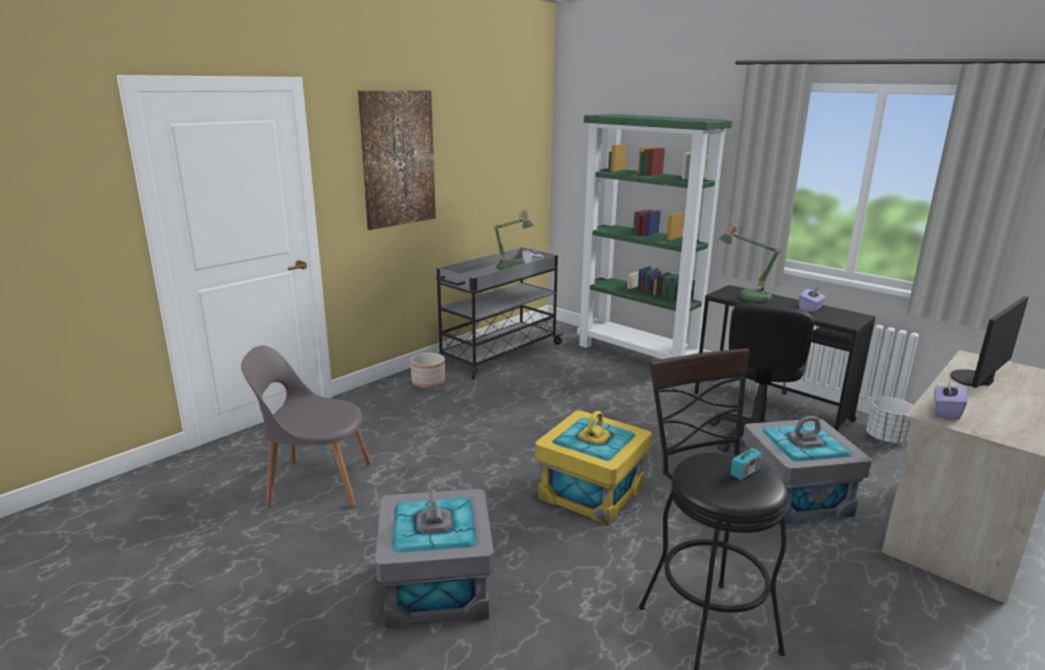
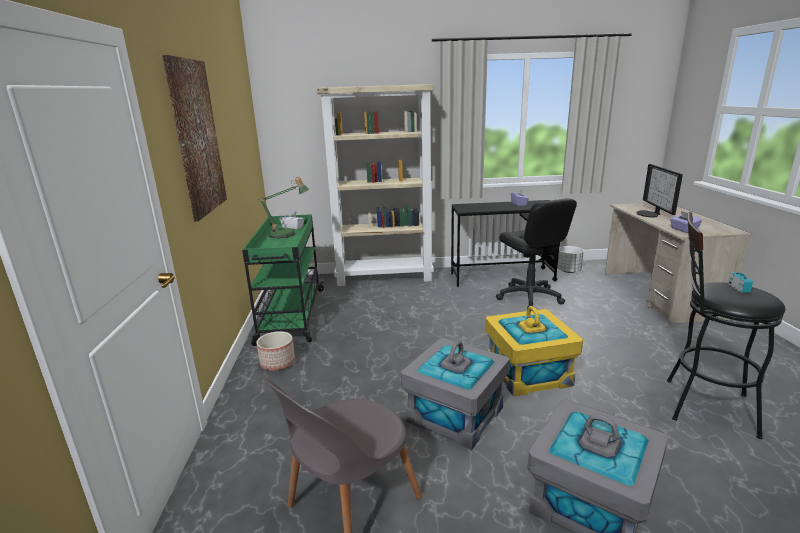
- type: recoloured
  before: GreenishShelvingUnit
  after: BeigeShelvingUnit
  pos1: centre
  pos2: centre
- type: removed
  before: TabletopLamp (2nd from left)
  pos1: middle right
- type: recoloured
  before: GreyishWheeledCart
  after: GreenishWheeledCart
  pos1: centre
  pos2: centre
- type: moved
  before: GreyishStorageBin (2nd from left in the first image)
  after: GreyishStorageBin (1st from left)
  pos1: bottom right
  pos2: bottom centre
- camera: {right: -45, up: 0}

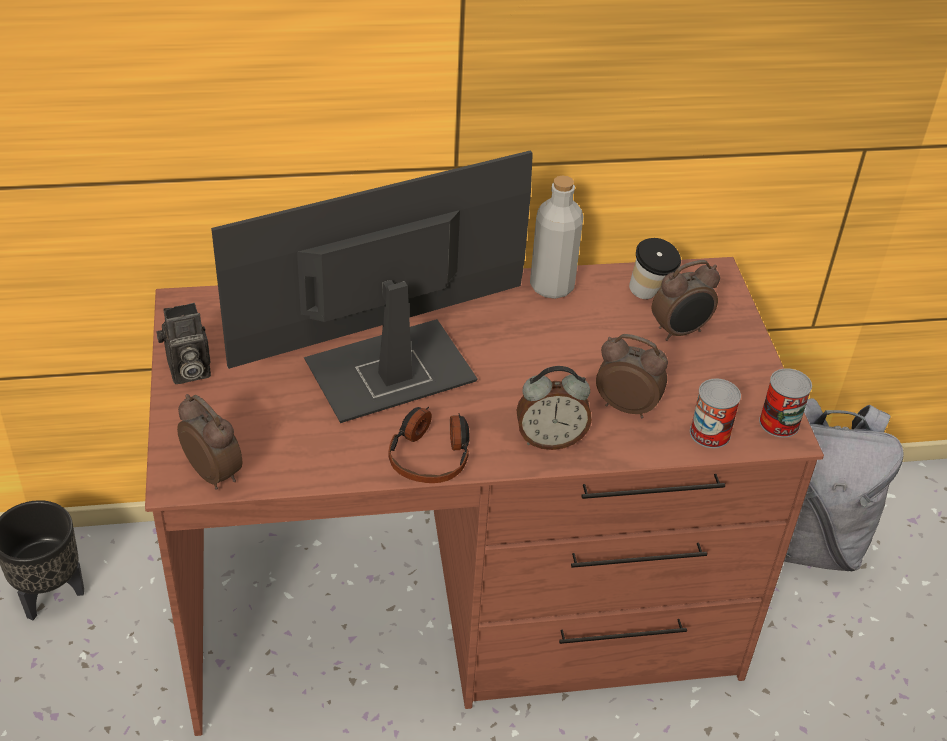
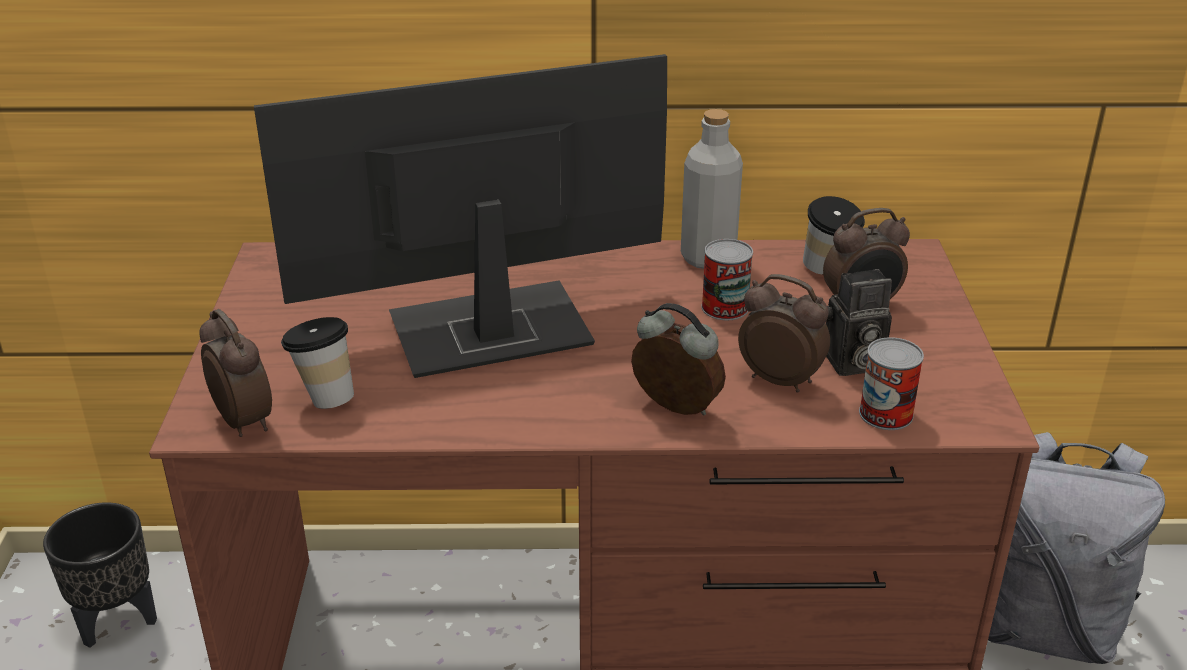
- type: moved
  before: PhotoCamera
  pos1: middle left
  pos2: middle right
- type: turned
  before: BedsideClock (2nd from left)
  pos1: centre
  pos2: centre
  turn: -150
- type: moved
  before: SealedCan (2nd from left in the first image)
  after: SealedCan (1st from left)
  pos1: middle right
  pos2: centre
- type: removed
  before: Headset
  pos1: centre
- type: added
  after: SmallCup (1st from left)
  pos2: middle left
- camera: {right: 10, up: -10}

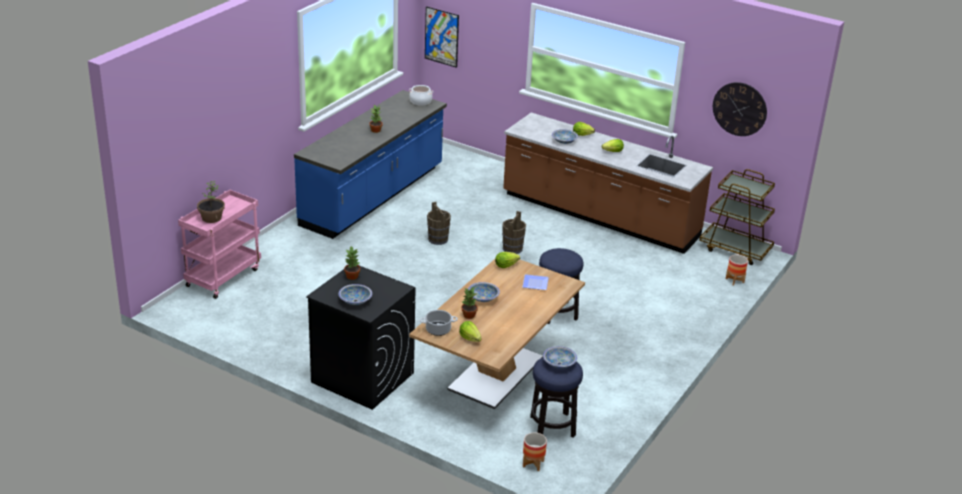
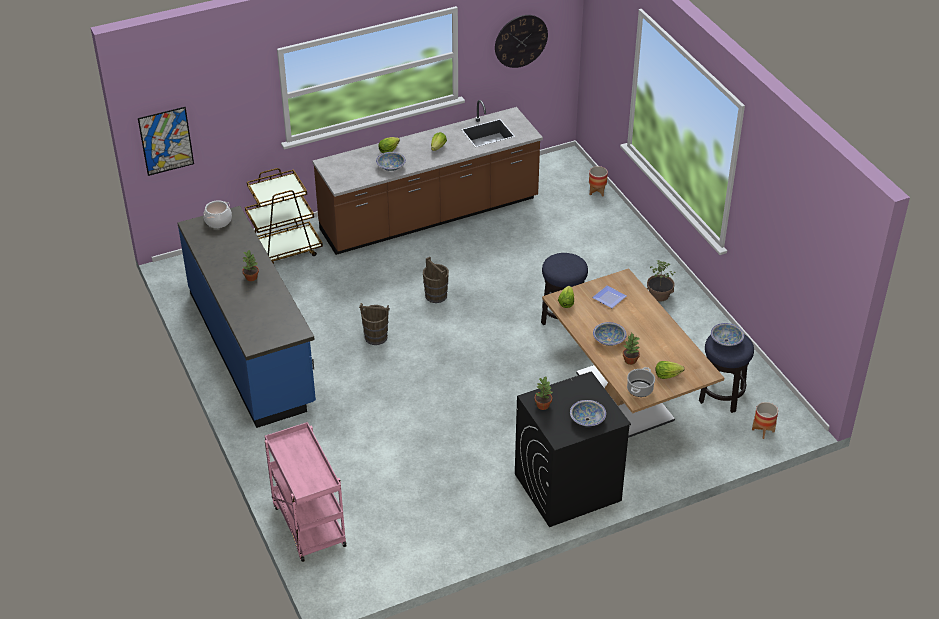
- type: moved
  before: BrownishWheeledCart
  pos1: middle right
  pos2: middle left
- type: moved
  before: Houseplant (1st from left in the first image)
  after: Houseplant (4th from left)
  pos1: middle left
  pos2: middle right
- camera: {right: -55, up: 10}

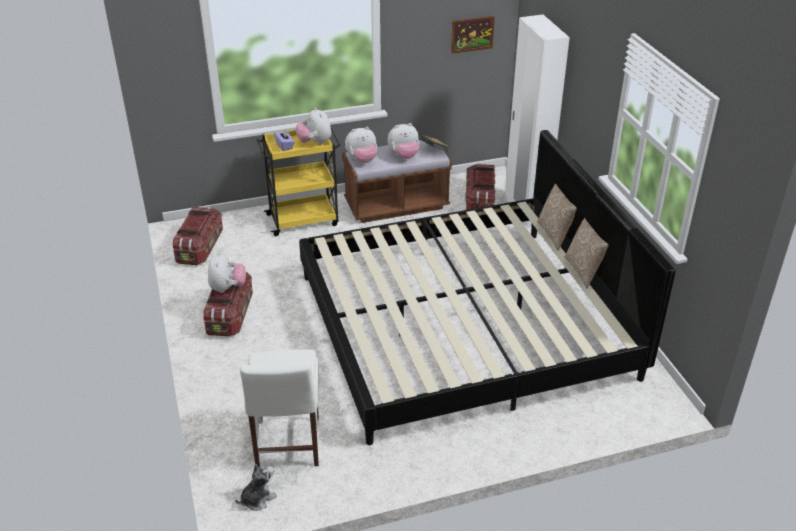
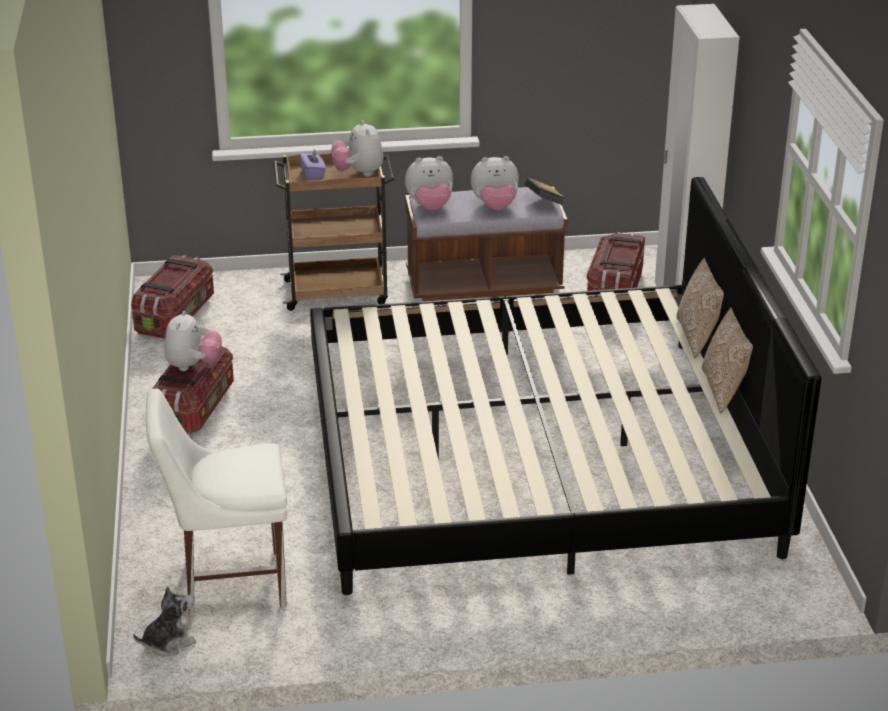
- type: removed
  before: WallPicture
  pos1: top centre
- type: recoloured
  before: YellowColouredWheeledCart
  after: BrownishWheeledCart
  pos1: centre
  pos2: top centre
- type: turned
  before: WhiteChair
  pos1: bottom centre
  pos2: bottom left
  turn: 75
- camera: {right: 10, up: -5}

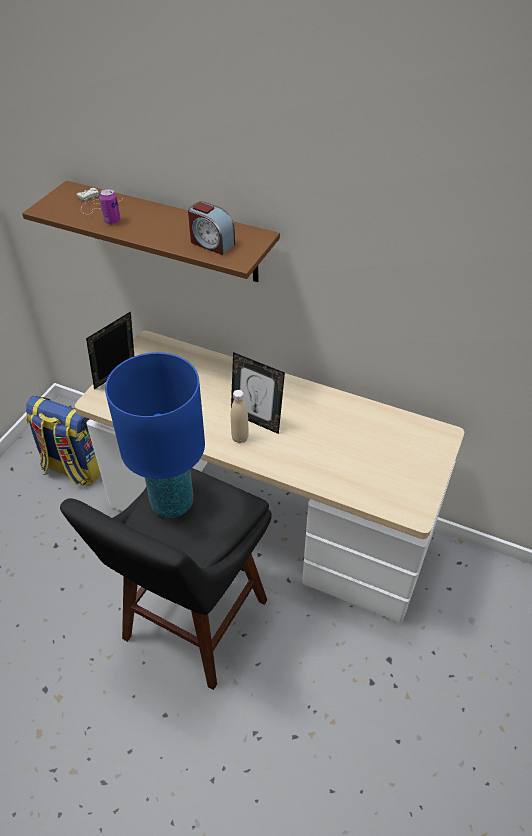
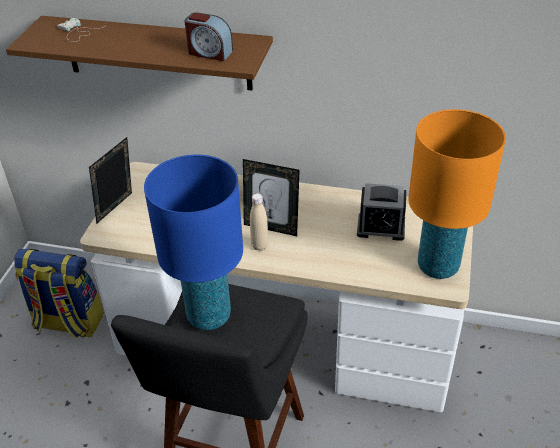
- type: removed
  before: SealedCan
  pos1: top left
- type: added
  after: OrangeyTabletopLamp
  pos2: middle right
- type: added
  after: BedsideClock (2nd from left)
  pos2: middle right
- camera: {right: -10, up: -5}

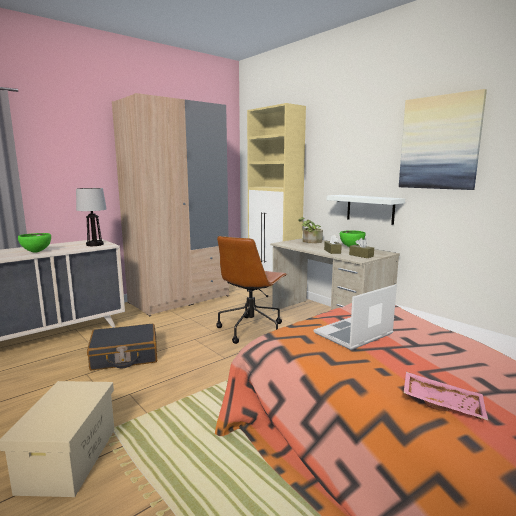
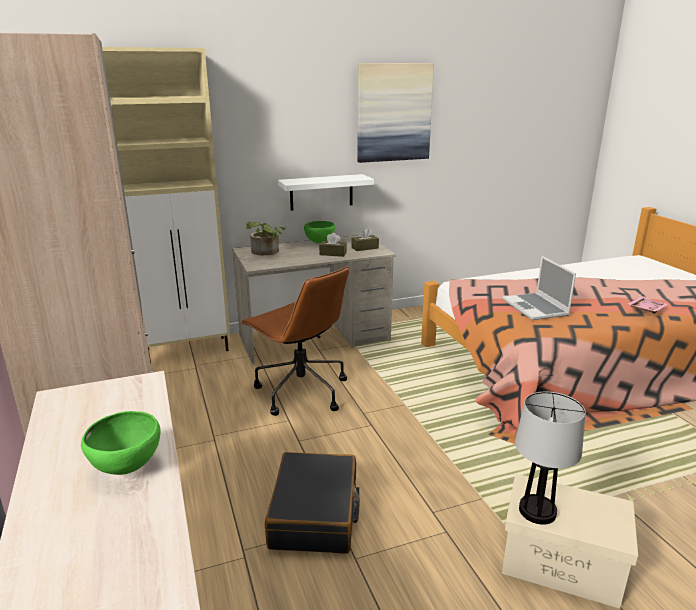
- type: moved
  before: TabletopLamp
  pos1: middle left
  pos2: bottom right
- camera: {right: -70, up: 10}

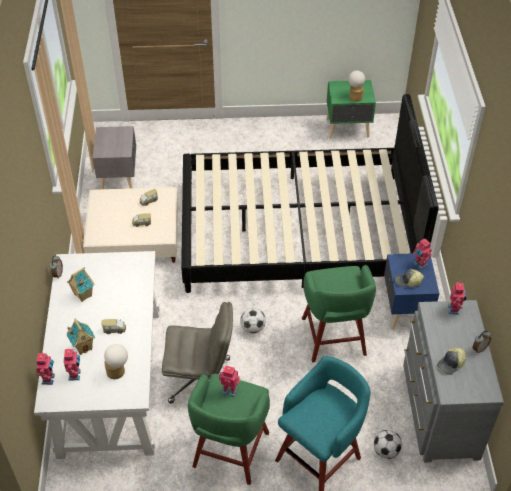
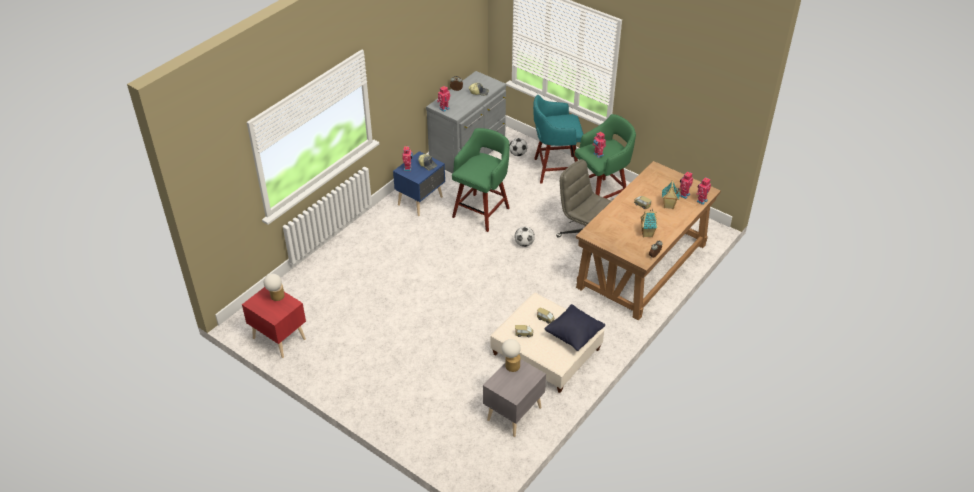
- type: recoloured
  before: GreenishBedsideTable
  after: RedBedsideTable
  pos1: top right
  pos2: middle left
- type: removed
  before: BlackishSleepingBed
  pos1: centre
- type: recoloured
  before: WhiteDeskTable
  after: BrownishDeskTable
  pos1: bottom left
  pos2: centre
- type: moved
  before: TabletopLamp (1st from left in the first image)
  after: TabletopLamp (2nd from left)
  pos1: bottom left
  pos2: bottom centre
- type: added
  after: BlackishThrowPillow
  pos2: centre
- camera: {right: -140, up: -5}

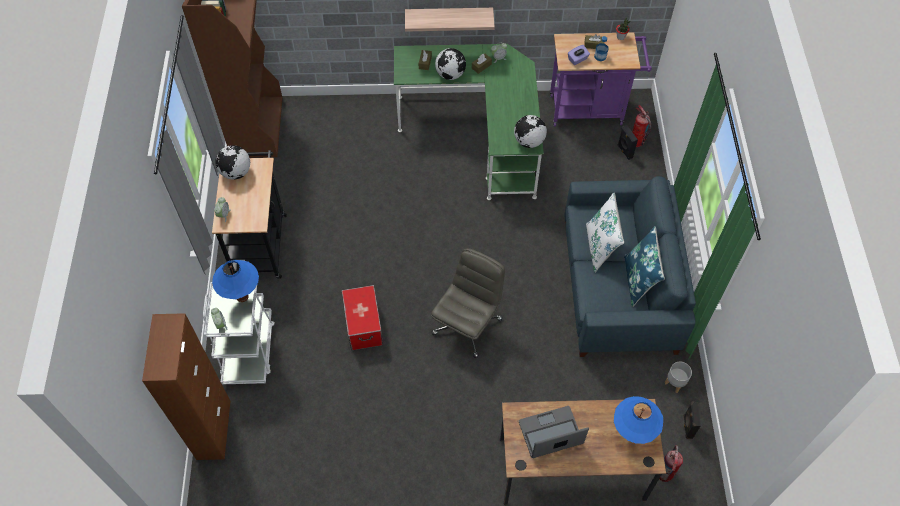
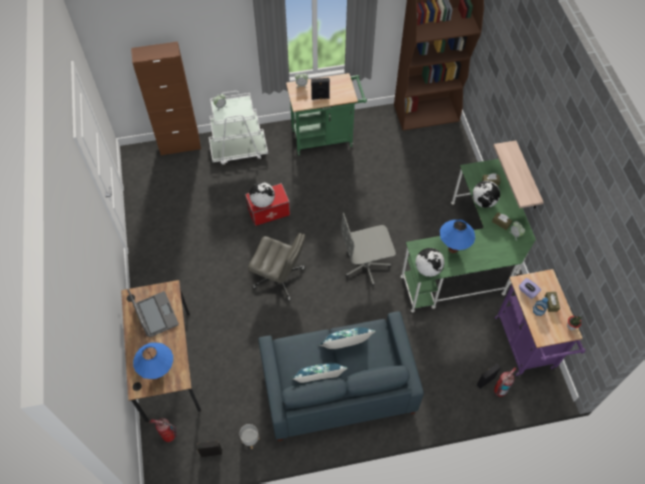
- type: moved
  before: DeskGlobe (1st from left)
  pos1: top left
  pos2: centre
- type: recoloured
  before: BlackishWheeledCart
  after: GreenishWheeledCart
  pos1: middle left
  pos2: top centre
- type: recoloured
  before: WhiteThrowPillow
  after: BluishThrowPillow (2nd from left)
  pos1: middle right
  pos2: bottom centre
- type: moved
  before: BluishTabletopLamp (1st from left in the first image)
  after: BluishTabletopLamp (2nd from left)
  pos1: middle left
  pos2: middle right
- type: added
  after: BlackishAudioSpeaker (2nd from left)
  pos2: top centre
- type: added
  after: GreyishDeskChair (2nd from left)
  pos2: centre
- camera: {right: 80, up: 0}

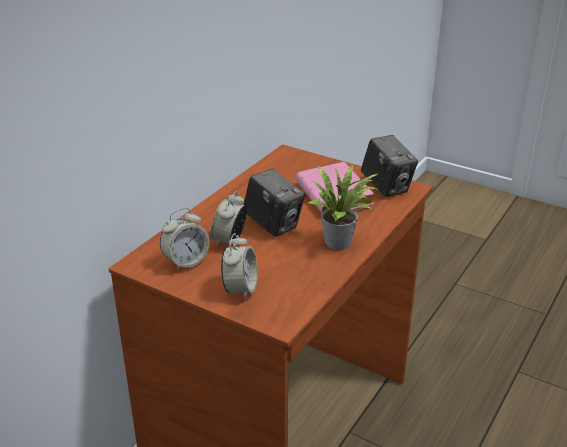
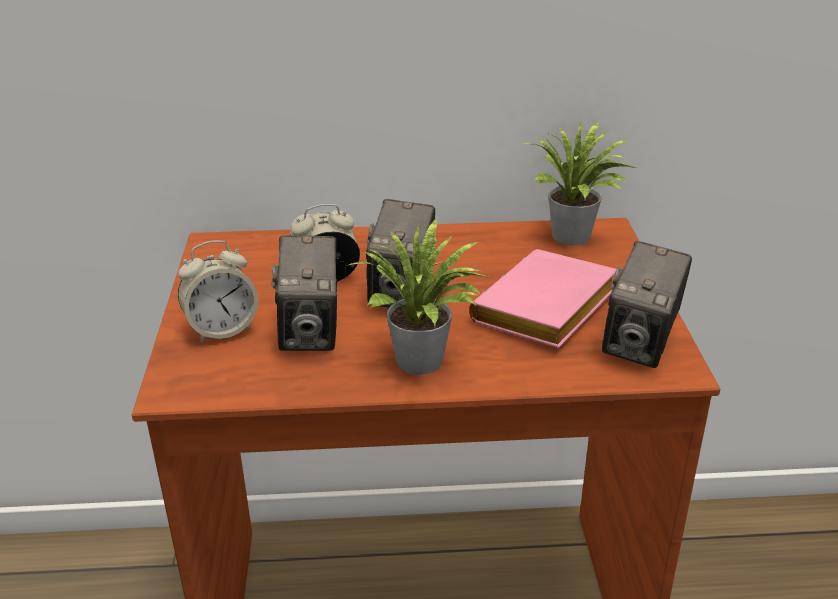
- type: removed
  before: BedsideClock (1st from left)
  pos1: middle left
- type: added
  after: Houseplant (2nd from left)
  pos2: top right
- type: added
  after: PhotoCamera (1st from left)
  pos2: centre
- camera: {right: 55, up: 0}

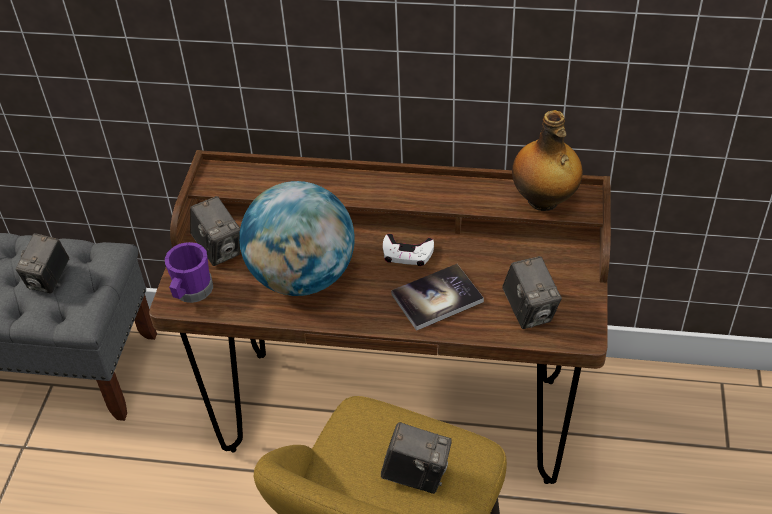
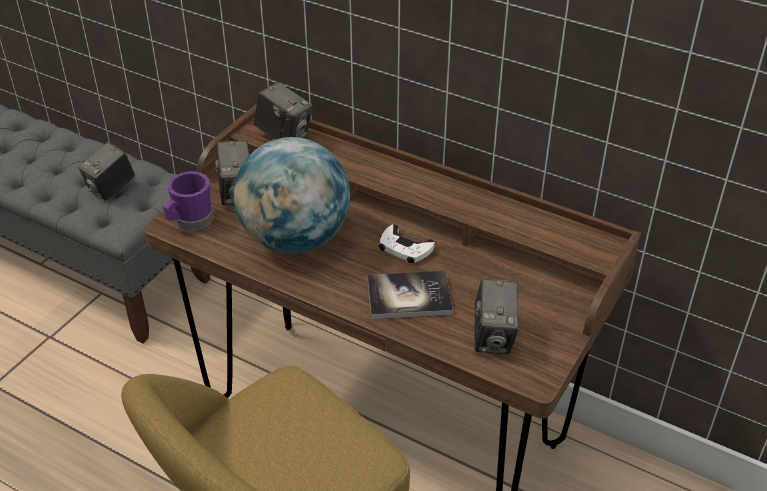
- type: removed
  before: Bottle
  pos1: top right
- type: moved
  before: PhotoCamera (3rd from left)
  pos1: bottom centre
  pos2: top centre
- camera: {right: 20, up: -5}

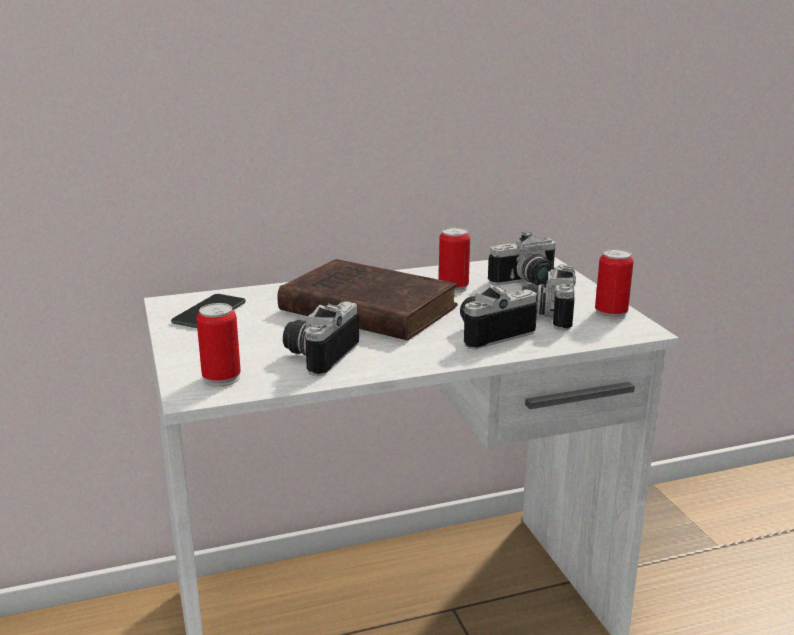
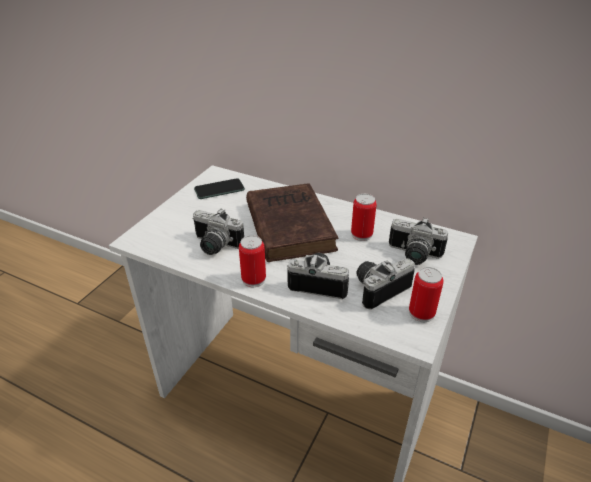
- type: turned
  before: PhotoCamera (1st from left)
  pos1: centre
  pos2: centre
  turn: -135
- type: moved
  before: SealedCan (1st from left)
  pos1: middle left
  pos2: centre
- camera: {right: 45, up: 15}

